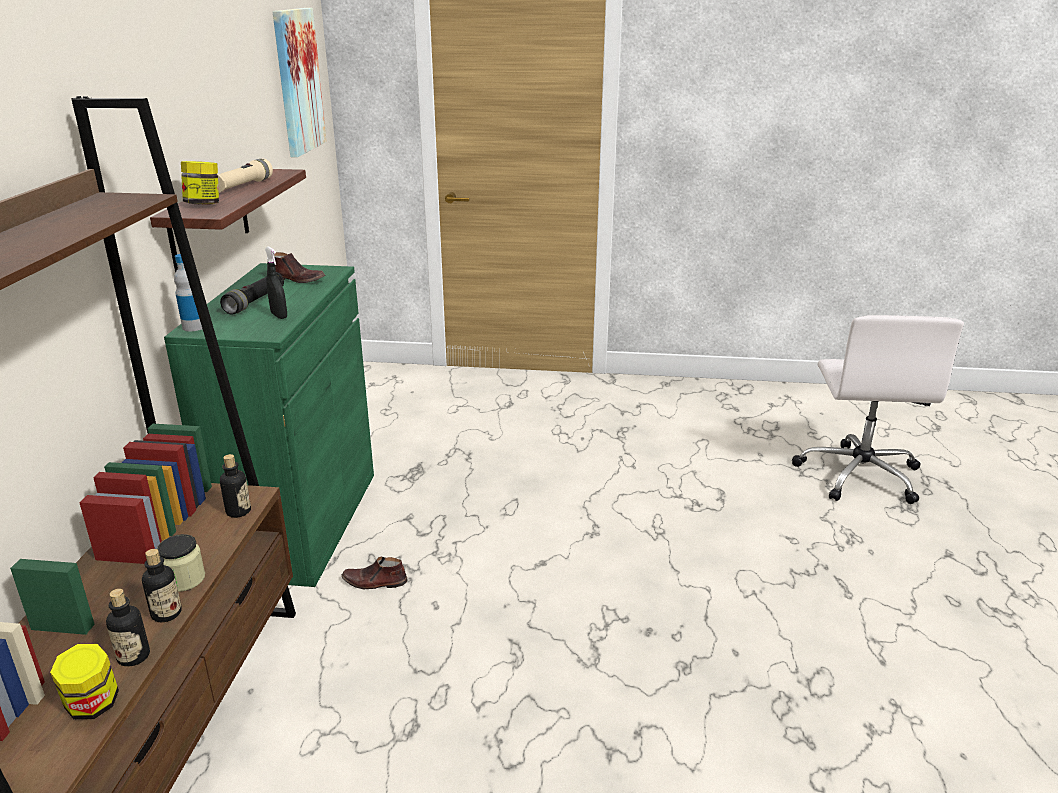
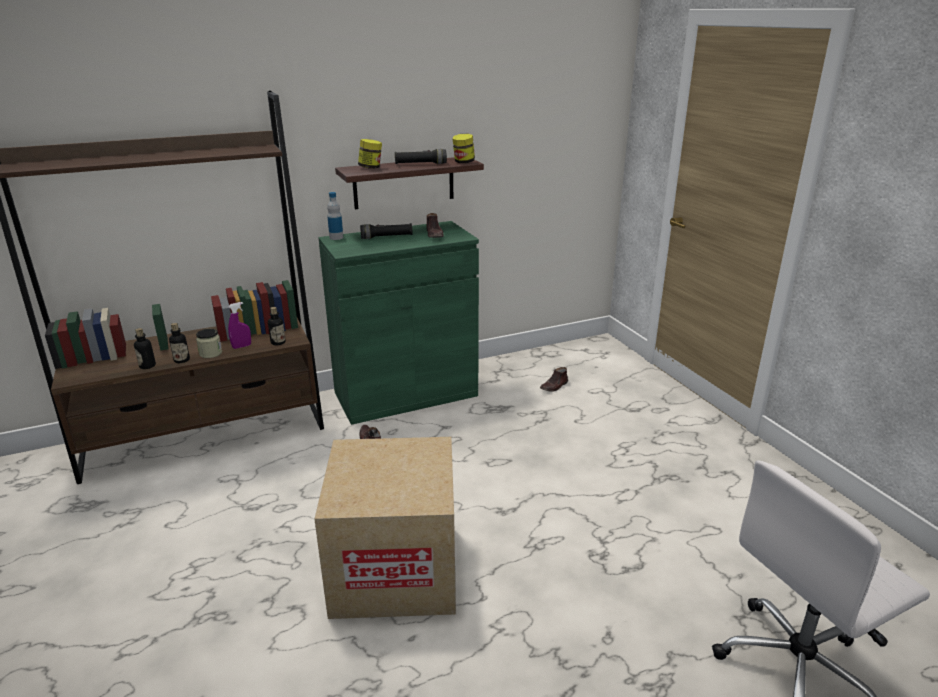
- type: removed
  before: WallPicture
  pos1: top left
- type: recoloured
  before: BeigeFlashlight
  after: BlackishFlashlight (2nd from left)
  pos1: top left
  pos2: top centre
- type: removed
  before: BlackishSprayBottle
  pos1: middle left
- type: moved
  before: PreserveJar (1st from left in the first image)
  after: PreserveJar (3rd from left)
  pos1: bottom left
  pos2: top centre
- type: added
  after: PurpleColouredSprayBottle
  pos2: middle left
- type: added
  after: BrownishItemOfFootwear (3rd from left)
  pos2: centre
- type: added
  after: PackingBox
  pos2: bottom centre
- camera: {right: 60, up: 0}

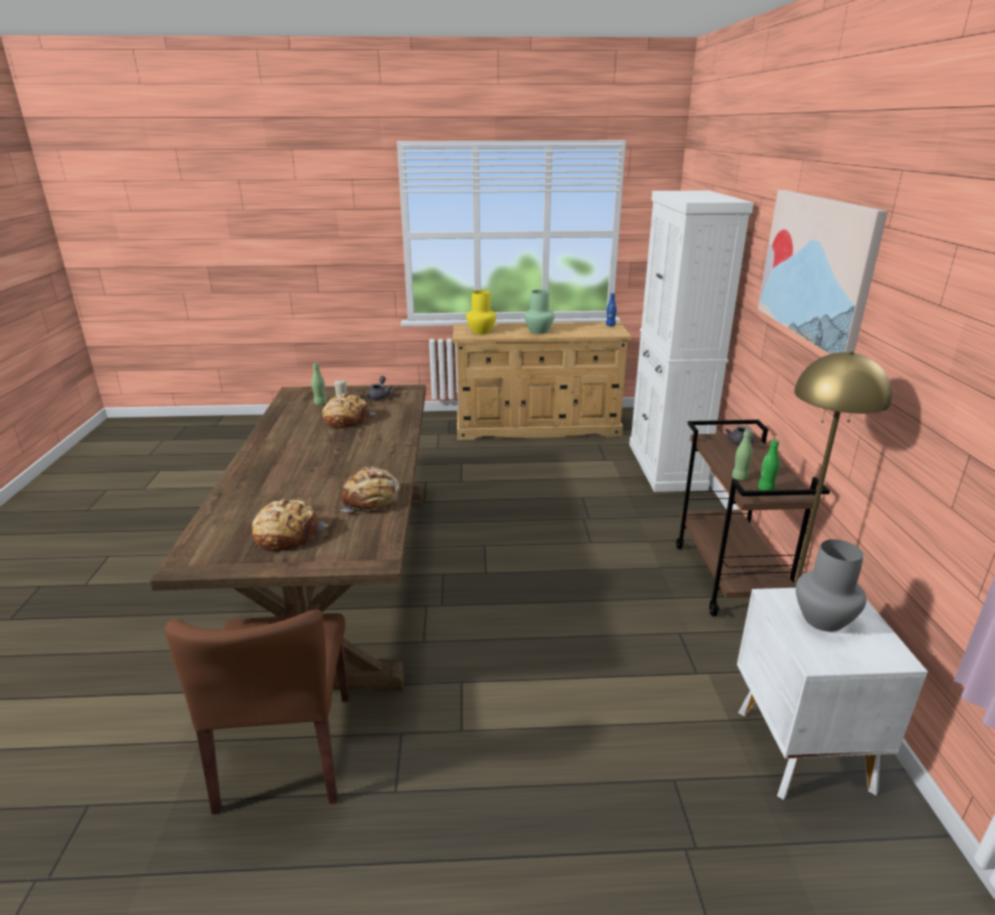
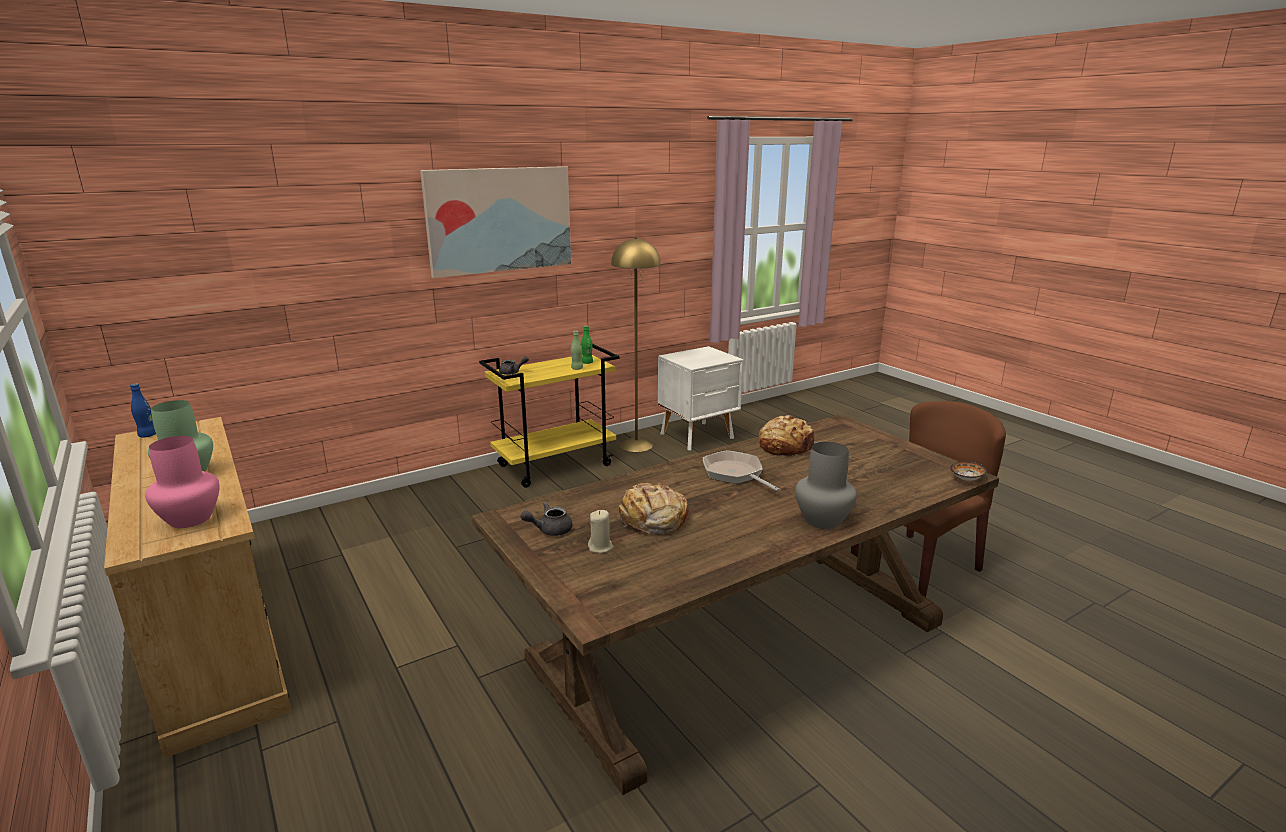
- type: removed
  before: WhiteCabinet
  pos1: middle right
- type: recoloured
  before: YellowColouredDecorativeVase
  after: PinkColouredDecorativeVase
  pos1: centre
  pos2: middle left
- type: removed
  before: GreenishBottle (1st from left)
  pos1: middle left
- type: recoloured
  before: BrownishWheeledCart
  after: YellowColouredWheeledCart
  pos1: middle right
  pos2: centre
- type: removed
  before: Bread (1st from left)
  pos1: middle left
- type: moved
  before: GreyishDecorativeVase
  pos1: middle right
  pos2: centre
- type: added
  after: Pan
  pos2: centre
- type: added
  after: DeepDish
  pos2: middle right
- camera: {right: -120, up: -5}

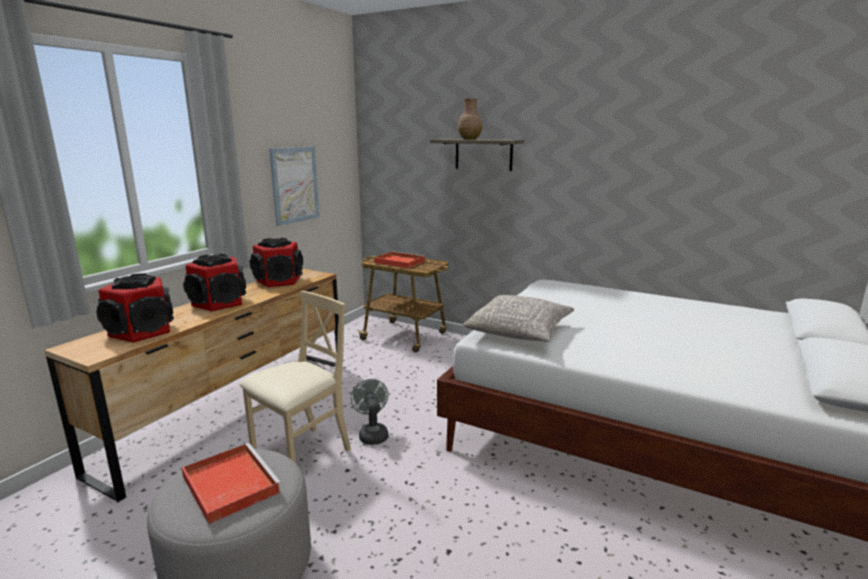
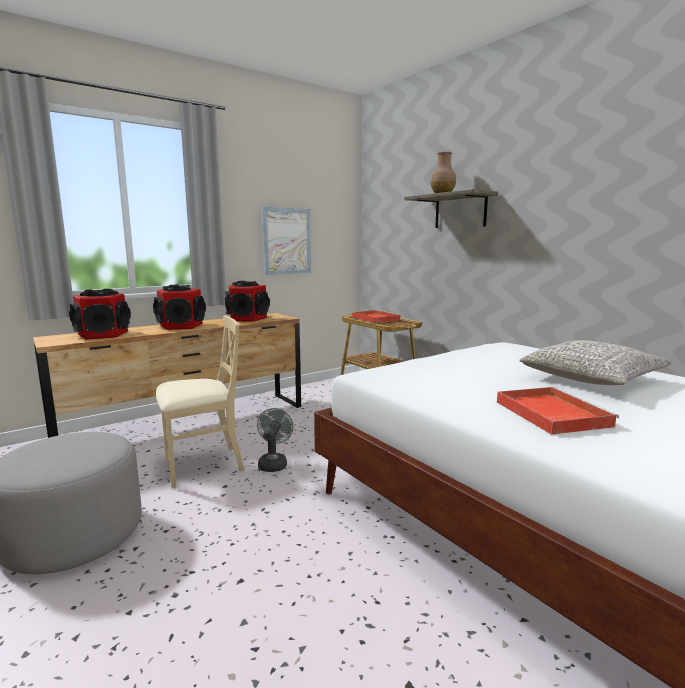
- type: moved
  before: GreyishThrowPillow
  pos1: centre
  pos2: middle right
- type: moved
  before: RedTray (1st from left in the first image)
  after: RedTray (2nd from left)
  pos1: bottom left
  pos2: middle right
- camera: {right: 25, up: -5}

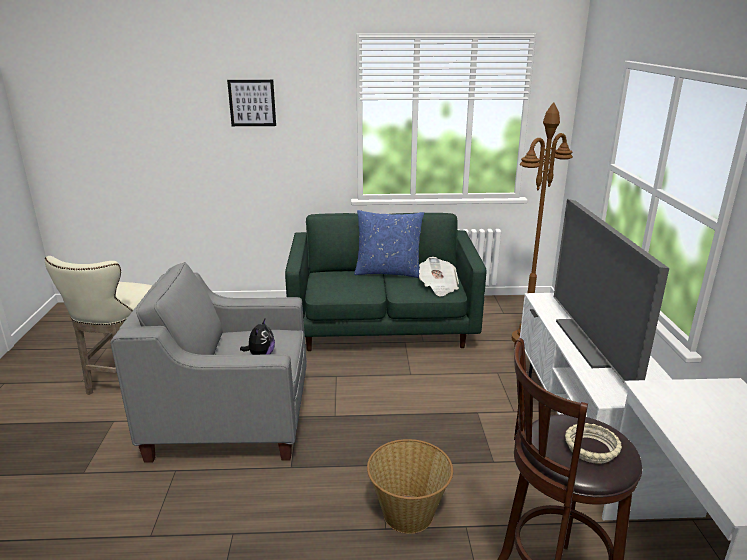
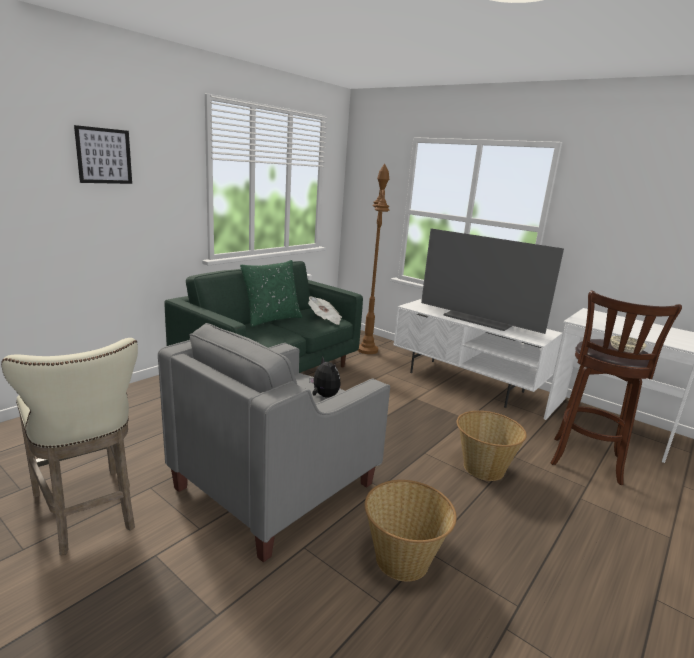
- type: recoloured
  before: BluishThrowPillow
  after: GreenishThrowPillow
  pos1: centre
  pos2: centre
- type: added
  after: HouseholdBasket (1st from left)
  pos2: bottom centre
- camera: {right: -50, up: -5}

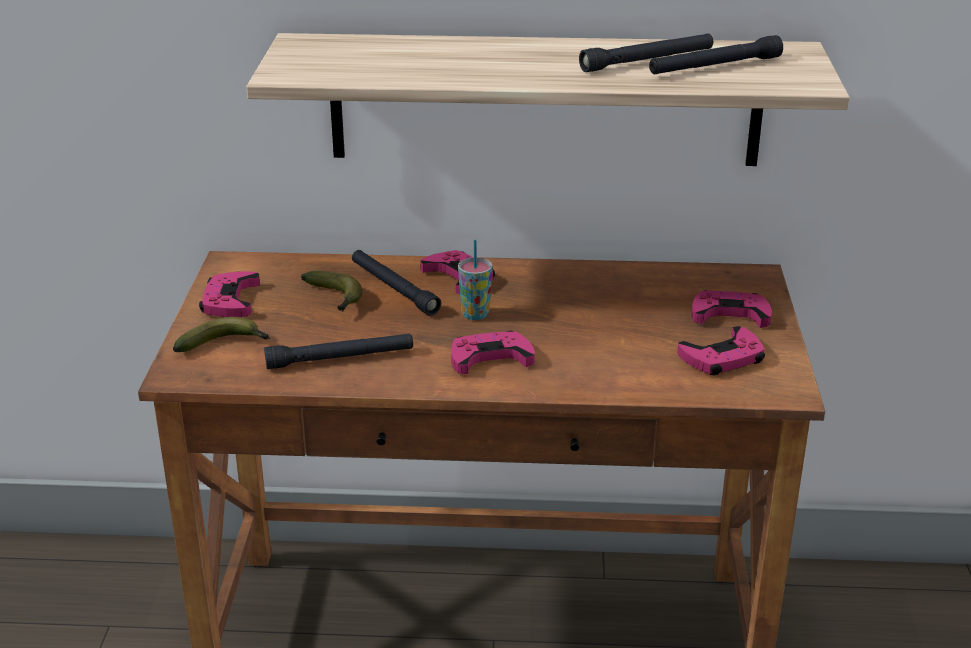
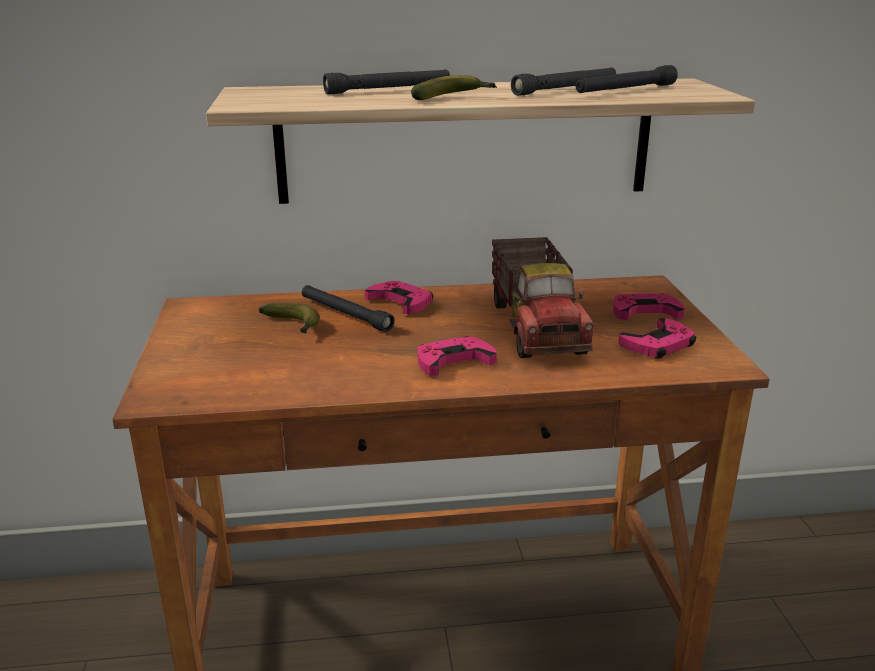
- type: removed
  before: SmallCup
  pos1: centre
- type: removed
  before: PinkColouredJoypad (1st from left)
  pos1: middle left
- type: moved
  before: Banana (1st from left in the first image)
  after: Banana (2nd from left)
  pos1: middle left
  pos2: top centre
- type: moved
  before: BlackishFlashlight (1st from left in the first image)
  after: BlackishFlashlight (2nd from left)
  pos1: centre
  pos2: top centre
- type: added
  after: ToyLorry
  pos2: centre
- camera: {right: -10, up: -5}

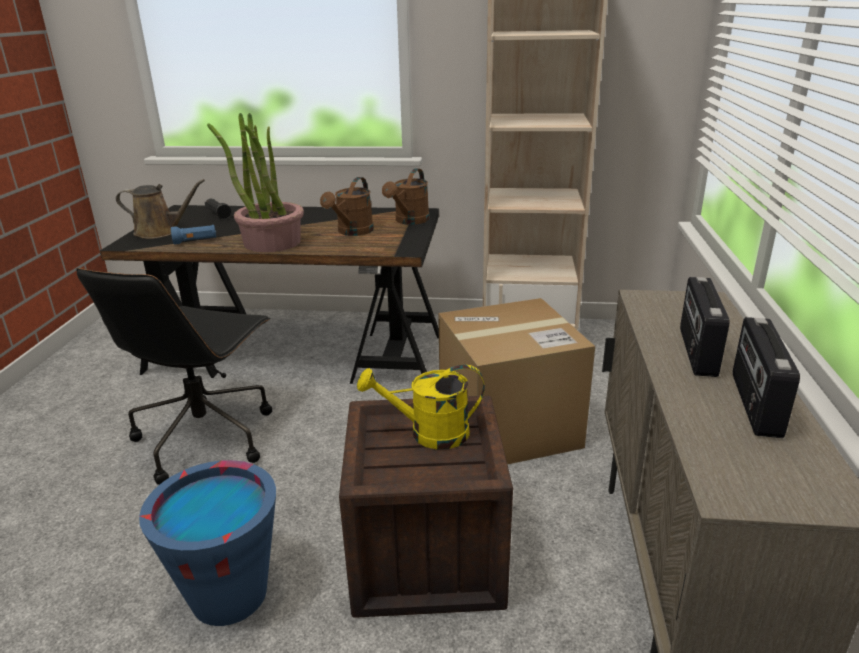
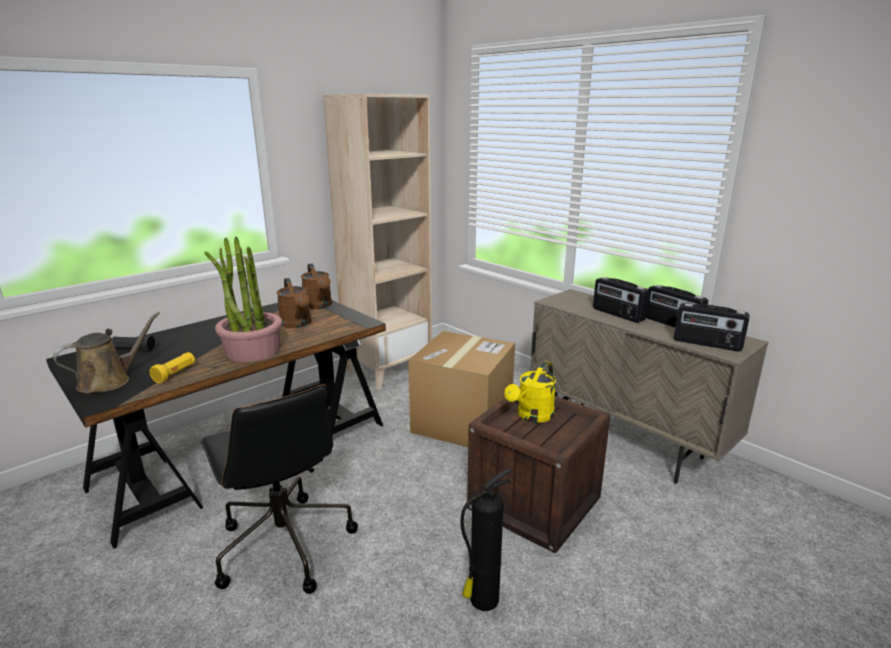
- type: recoloured
  before: BluishFlashlight
  after: YellowColouredFlashlight
  pos1: middle left
  pos2: middle left
- type: replaced
  before: BluishBucket
  after: FireExtinguisher
  pos1: bottom left
  pos2: bottom centre
- type: added
  after: Radio (3rd from left)
  pos2: middle right
- camera: {right: -50, up: -5}

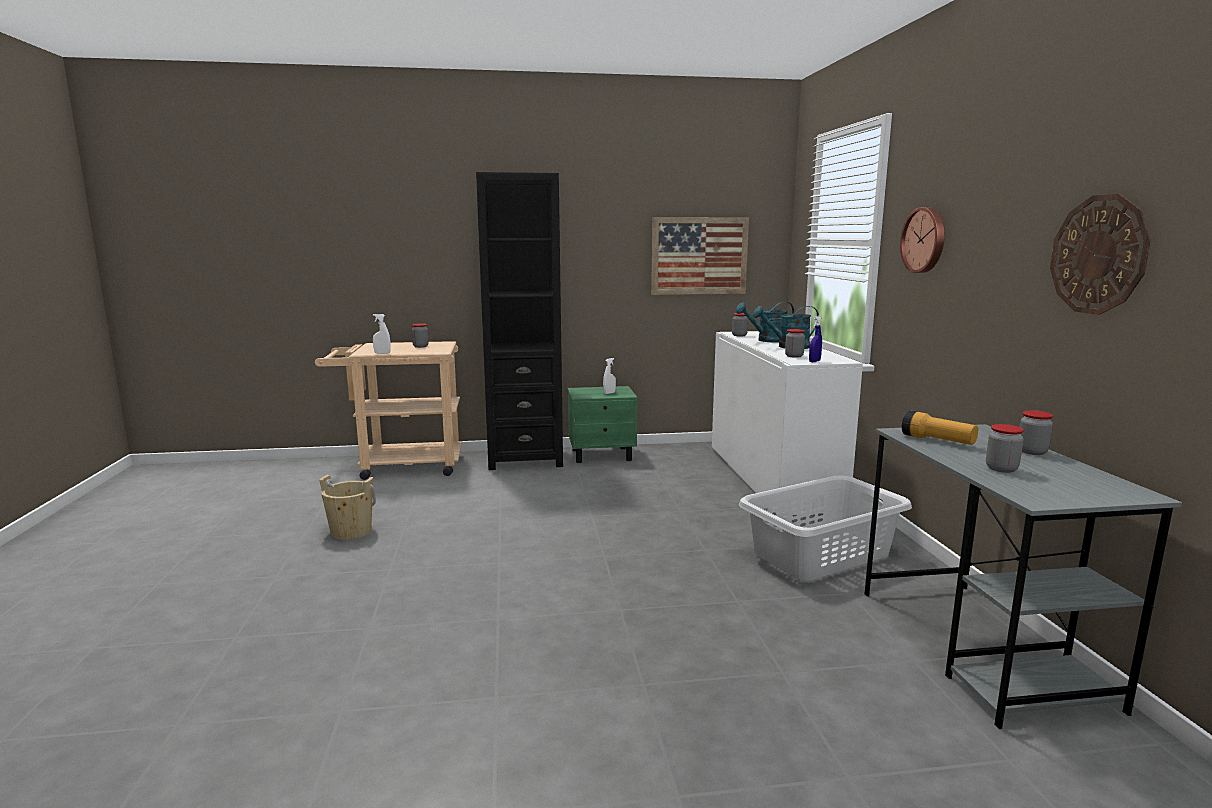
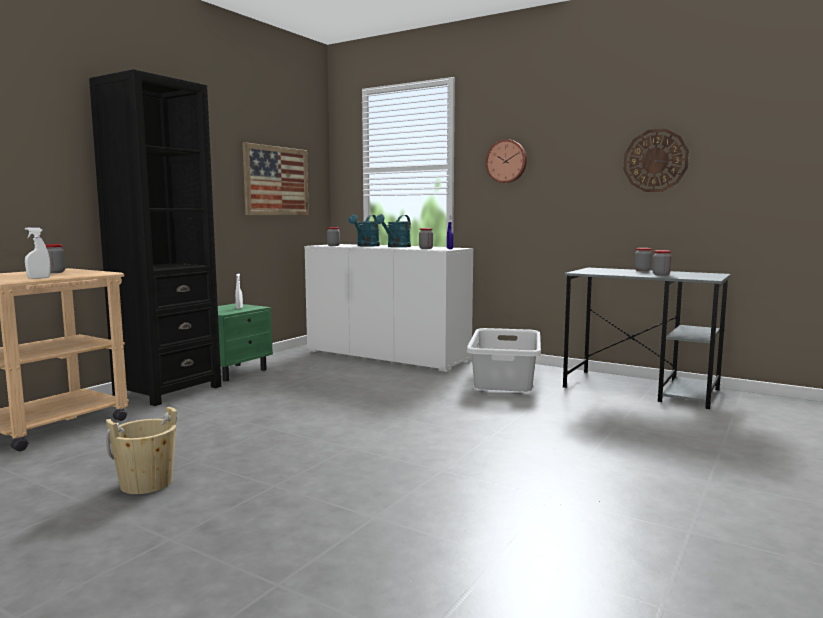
- type: removed
  before: Flashlight
  pos1: middle right
- camera: {right: -50, up: -5}

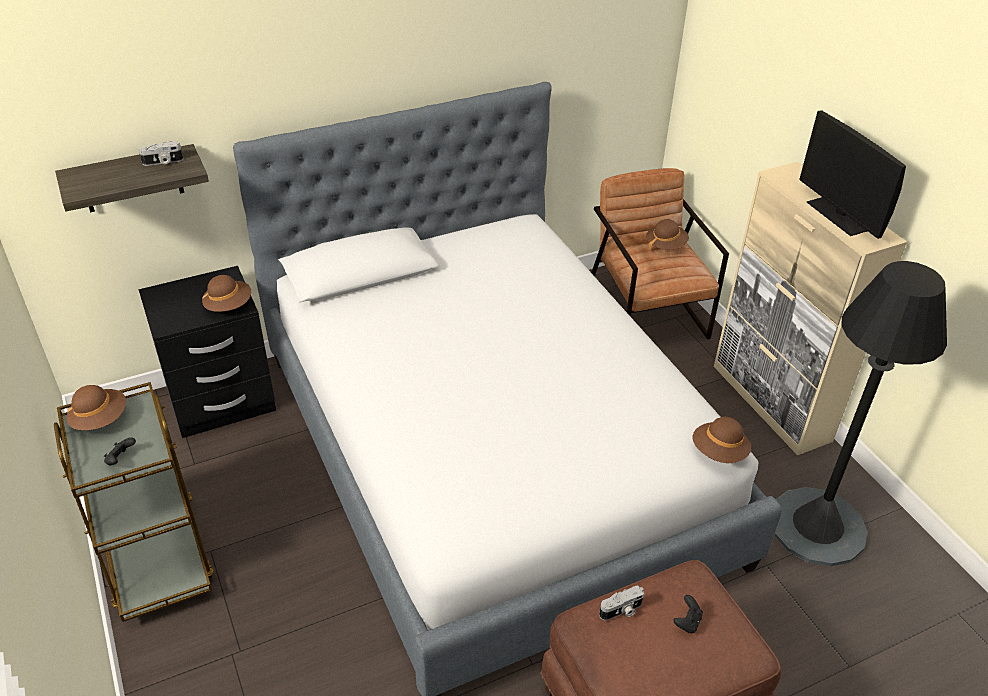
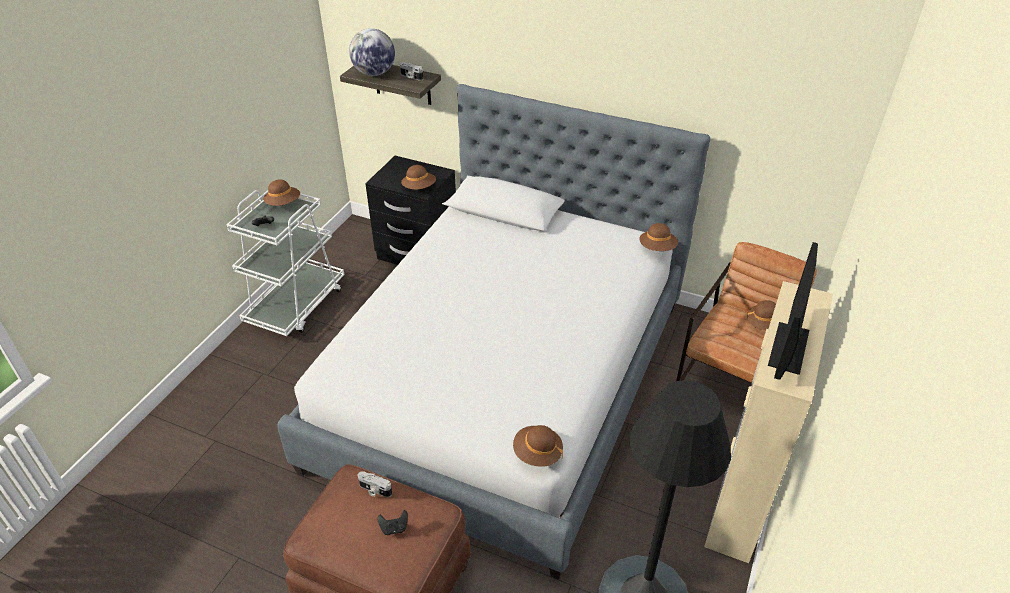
- type: recoloured
  before: BrownishWheeledCart
  after: WhiteWheeledCart
  pos1: bottom left
  pos2: middle left
- type: added
  after: DeskGlobe
  pos2: top centre
- type: added
  after: BrownishClothingHat (4th from left)
  pos2: centre
- camera: {right: 50, up: 0}

